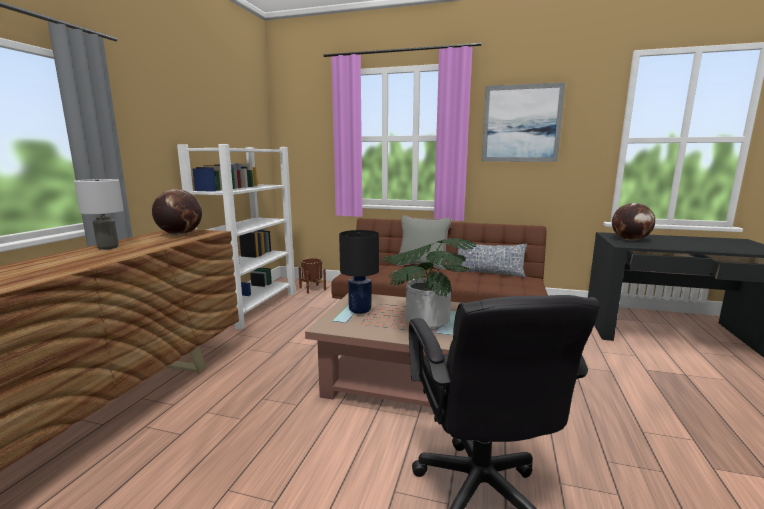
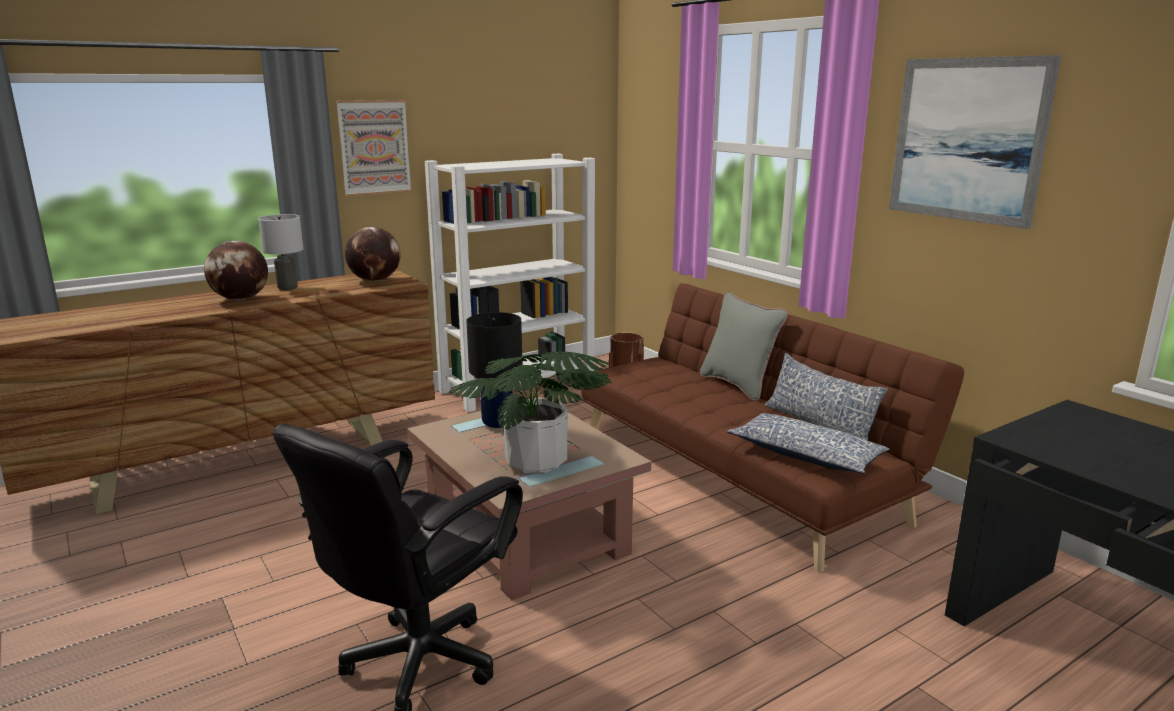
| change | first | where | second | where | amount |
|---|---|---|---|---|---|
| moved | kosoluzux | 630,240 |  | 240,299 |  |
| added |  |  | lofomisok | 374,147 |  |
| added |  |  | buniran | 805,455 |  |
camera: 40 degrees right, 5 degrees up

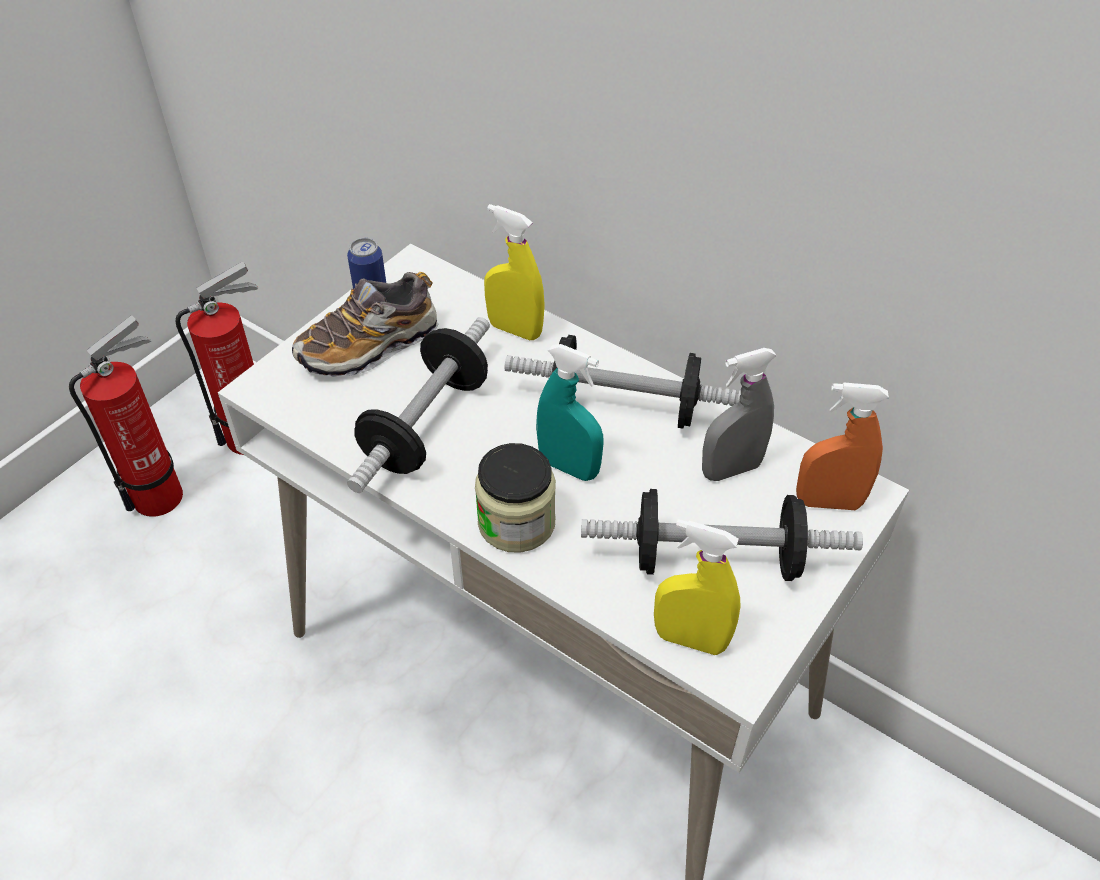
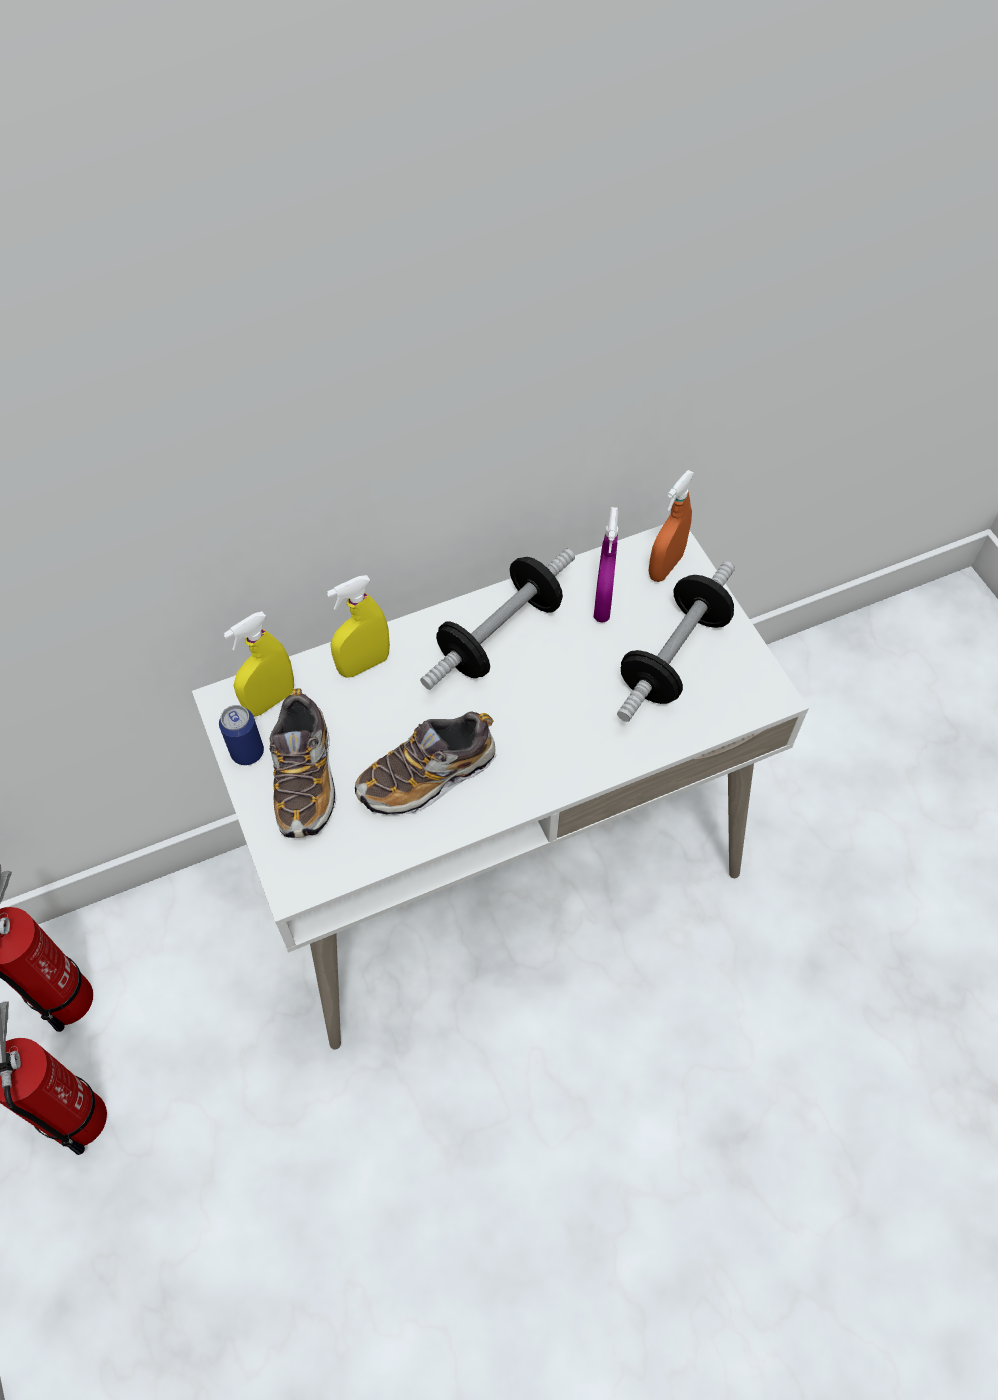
| change | first | where | second | where | amount |
|---|---|---|---|---|---|
| moved | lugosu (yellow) | 690,639 |  | 270,701 |  |
| replaced | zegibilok | 426,425 | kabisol | 428,776 |  |
| recoloured | lugosu (grey) | 731,469 | lugosu (purple) | 602,604 |  |
| removed | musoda | 516,522 |  |  |  |
| removed | lugosu (turquoise) | 569,467 |  |  |  |
camera: 60 degrees left, 10 degrees up

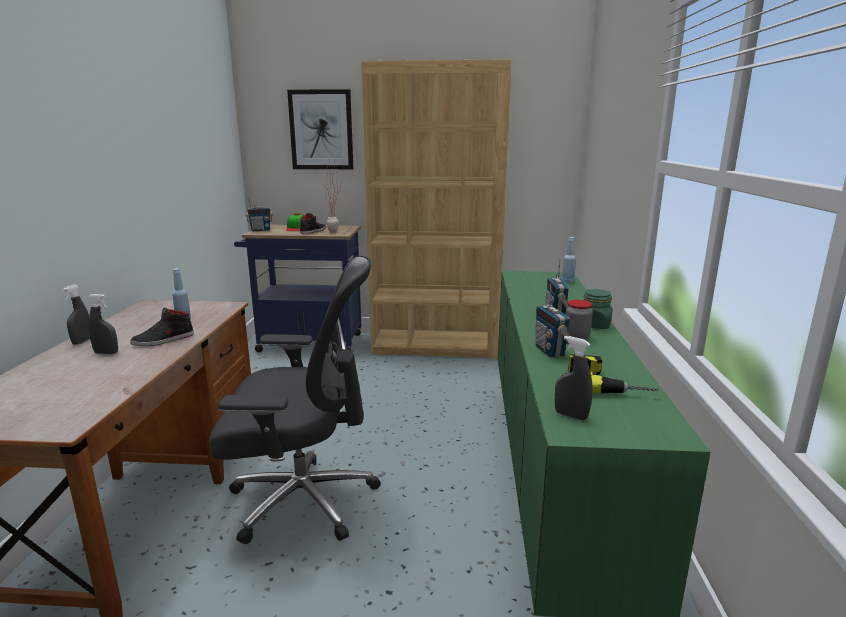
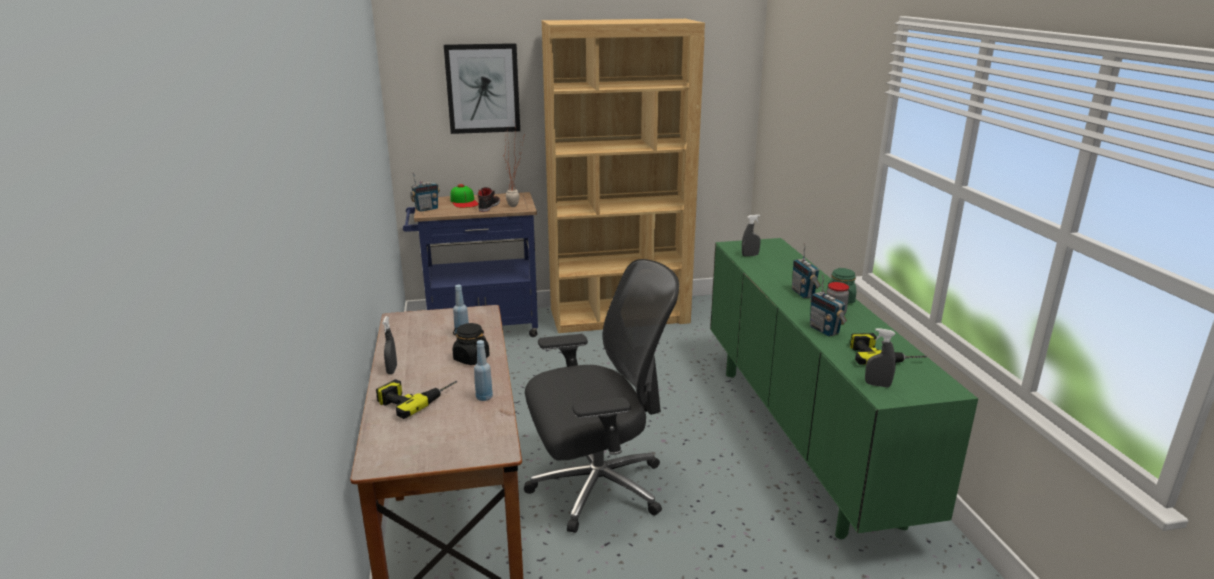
| change | first | where | second | where | amount |
|---|---|---|---|---|---|
| added |  |  | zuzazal | 416,397 |  |
| replaced | kabisol (black) | 163,340 | musoda (black) | 471,358 |  |
| moved | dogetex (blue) | 567,282 |  | 484,397 |  |
| moved | lugosu (grey) | 106,353 |  | 750,255 |  |
camera: 15 degrees left, 5 degrees up

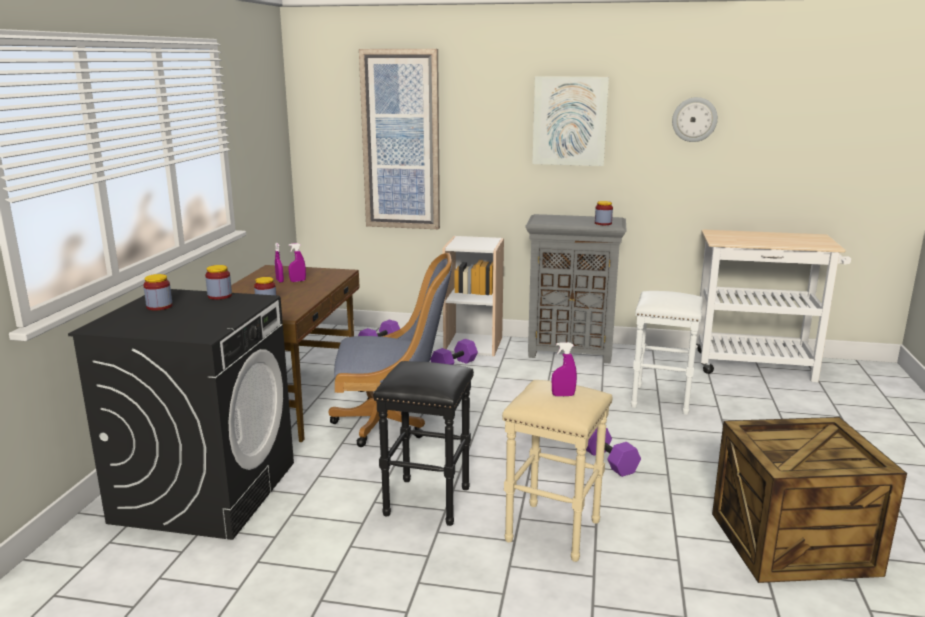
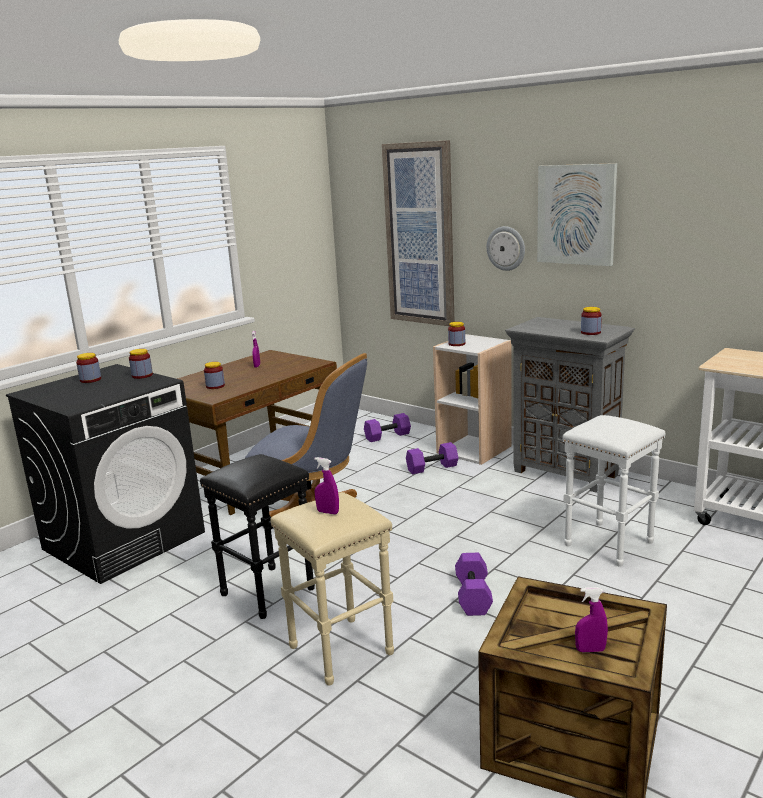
| change | first | where | second | where | amount |
|---|---|---|---|---|---|
| added |  |  | musoda | 456,344 |  |
| moved | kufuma | 694,119 |  | 506,248 |  |
| moved | lugosu (purple) | 298,281 |  | 590,650 |  |
camera: 30 degrees right, 0 degrees up

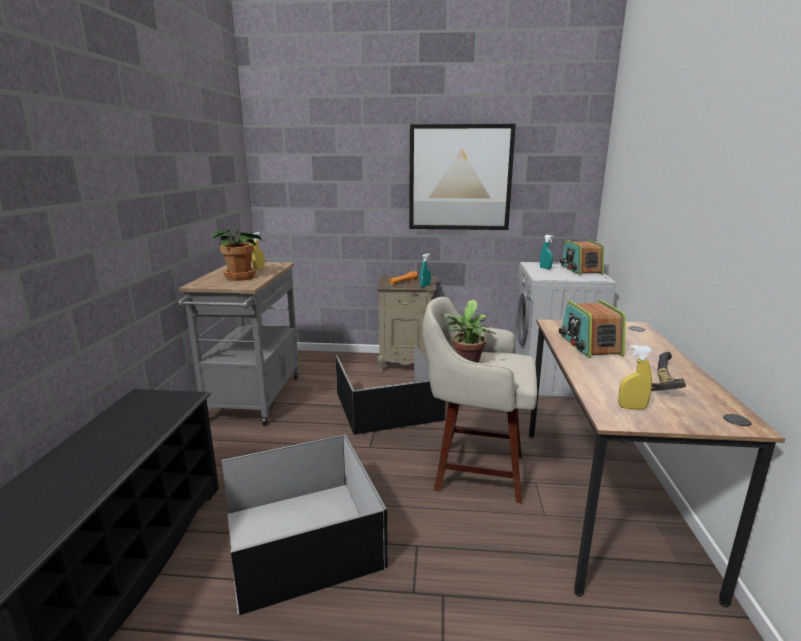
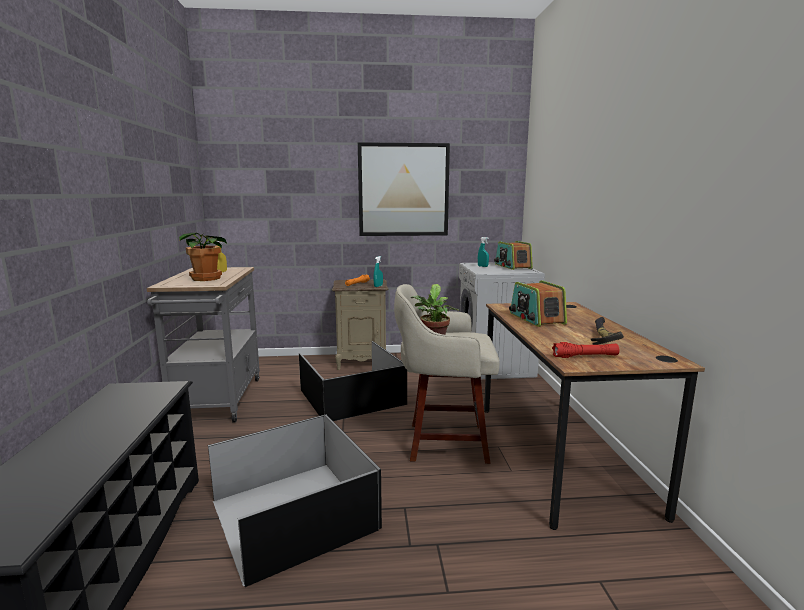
| change | first | where | second | where | amount |
|---|---|---|---|---|---|
| replaced | lugosu (yellow) | 632,408 | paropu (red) | 585,356 |  |
camera: 10 degrees left, 5 degrees down

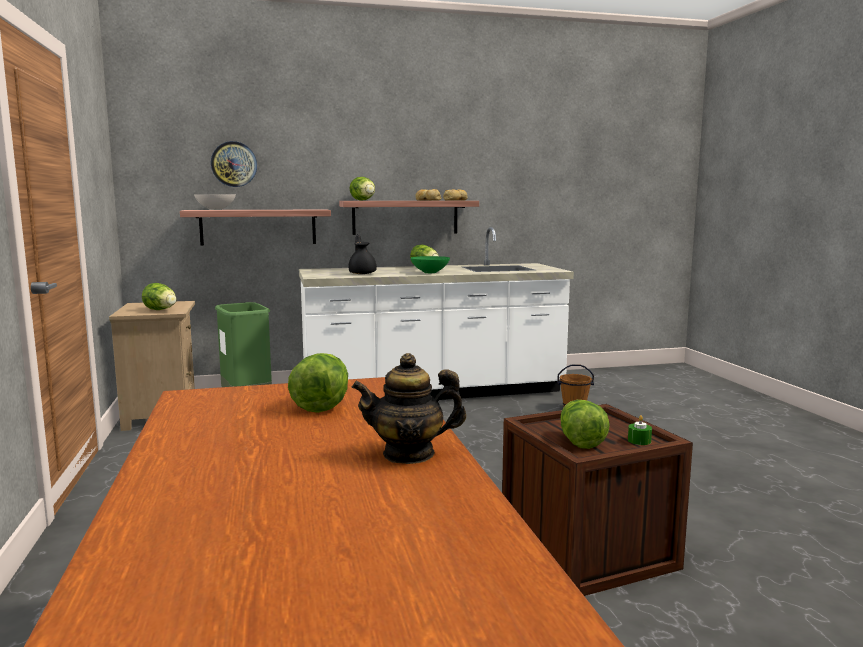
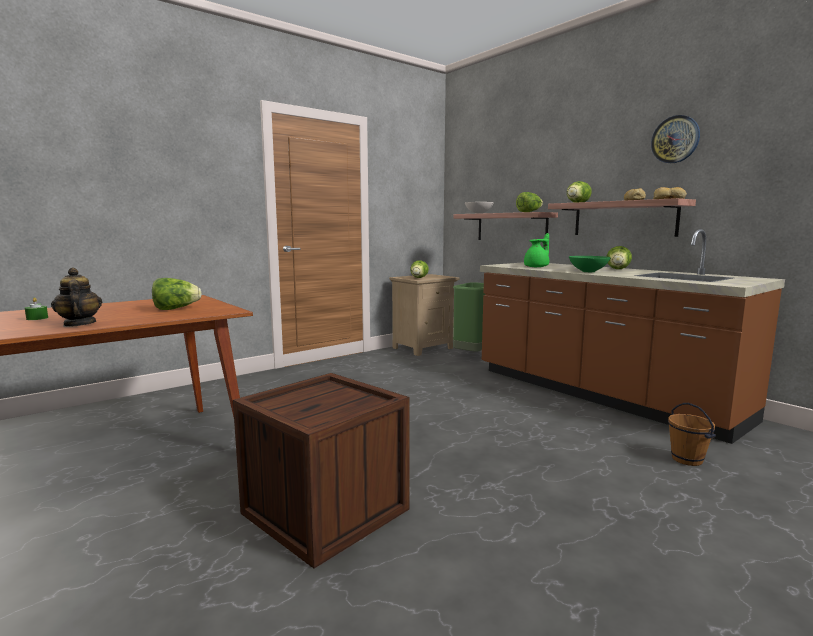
| change | first | where | second | where | amount |
|---|---|---|---|---|---|
| moved | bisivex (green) | 639,441 |  | 37,318 |  |
| recoloured | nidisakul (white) | 433,392 | nidisakul (brown) | 600,394 |  |
| moved | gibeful | 580,441 |  | 529,212 |  |
| recoloured | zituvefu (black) | 362,273 | zituvefu (green) | 537,267 |  |
| moved | kufuma | 234,164 |  | 675,139 |  |
camera: 65 degrees right, 0 degrees up

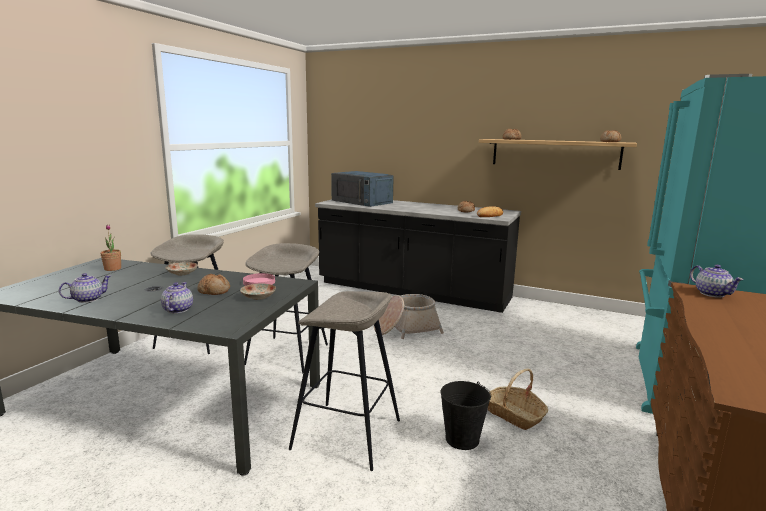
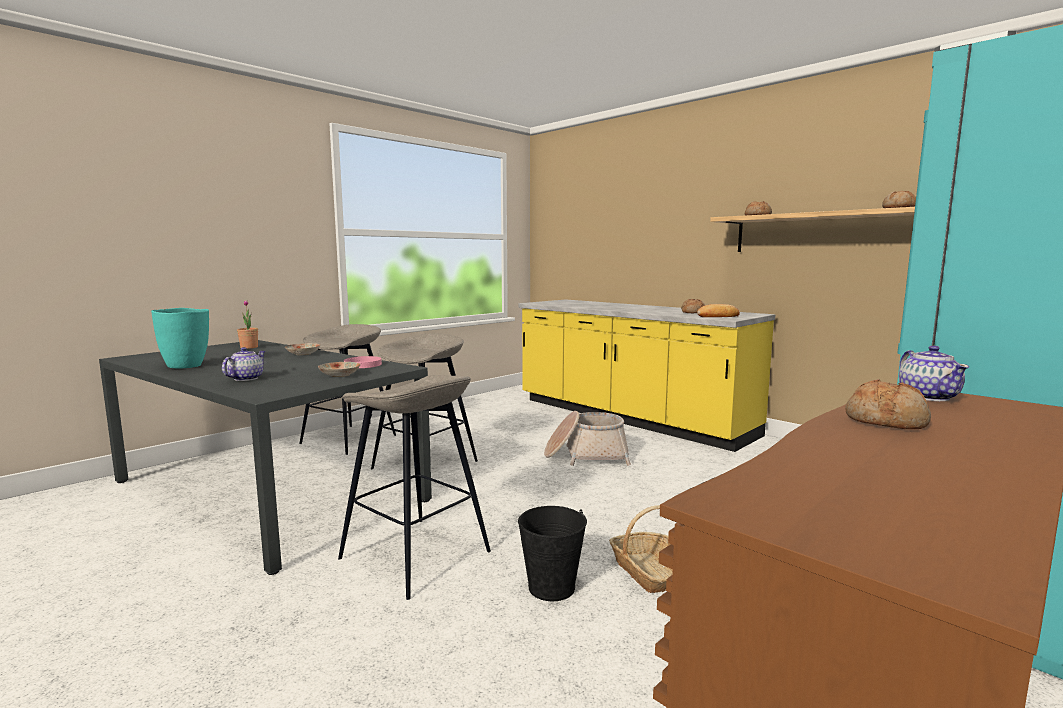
| change | first | where | second | where | amount |
|---|---|---|---|---|---|
| replaced | zituvefu | 87,299 | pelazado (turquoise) | 186,366 |  |
| recoloured | nidisakul (black) | 412,291 | nidisakul (yellow) | 629,417 |  |
| moved | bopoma | 214,291 |  | 887,421 |  |
| removed | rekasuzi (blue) | 362,201 |  |  |  |
camera: 20 degrees right, 5 degrees down

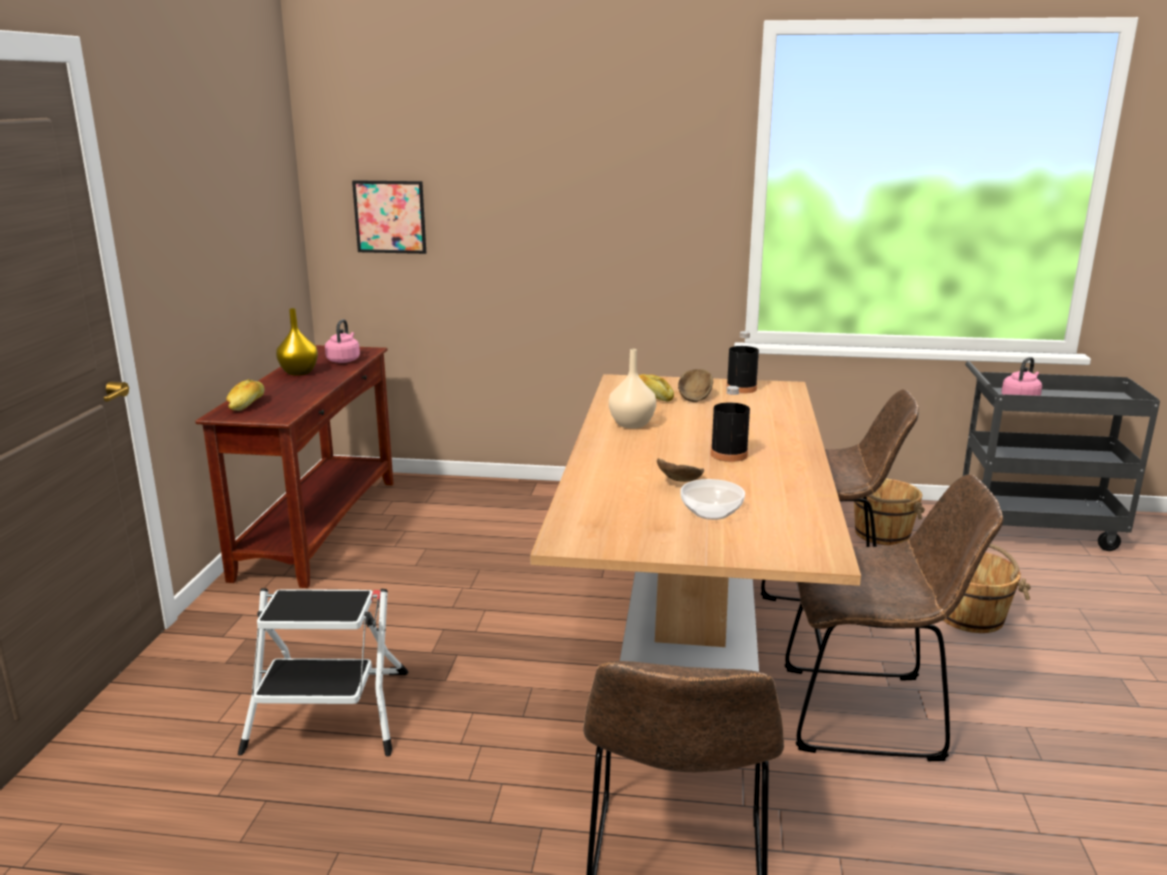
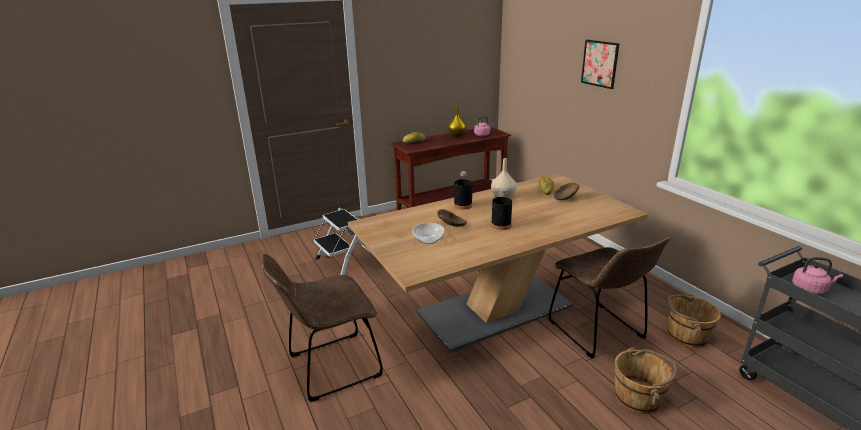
| change | first | where | second | where | amount |
|---|---|---|---|---|---|
| moved | dogetex (black) | 741,388 |  | 463,205 |  |
| moved | lofomisok | 390,217 |  | 599,63 |  |
| removed | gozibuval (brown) | 871,714 |  |  |  |
camera: 55 degrees right, 5 degrees up

